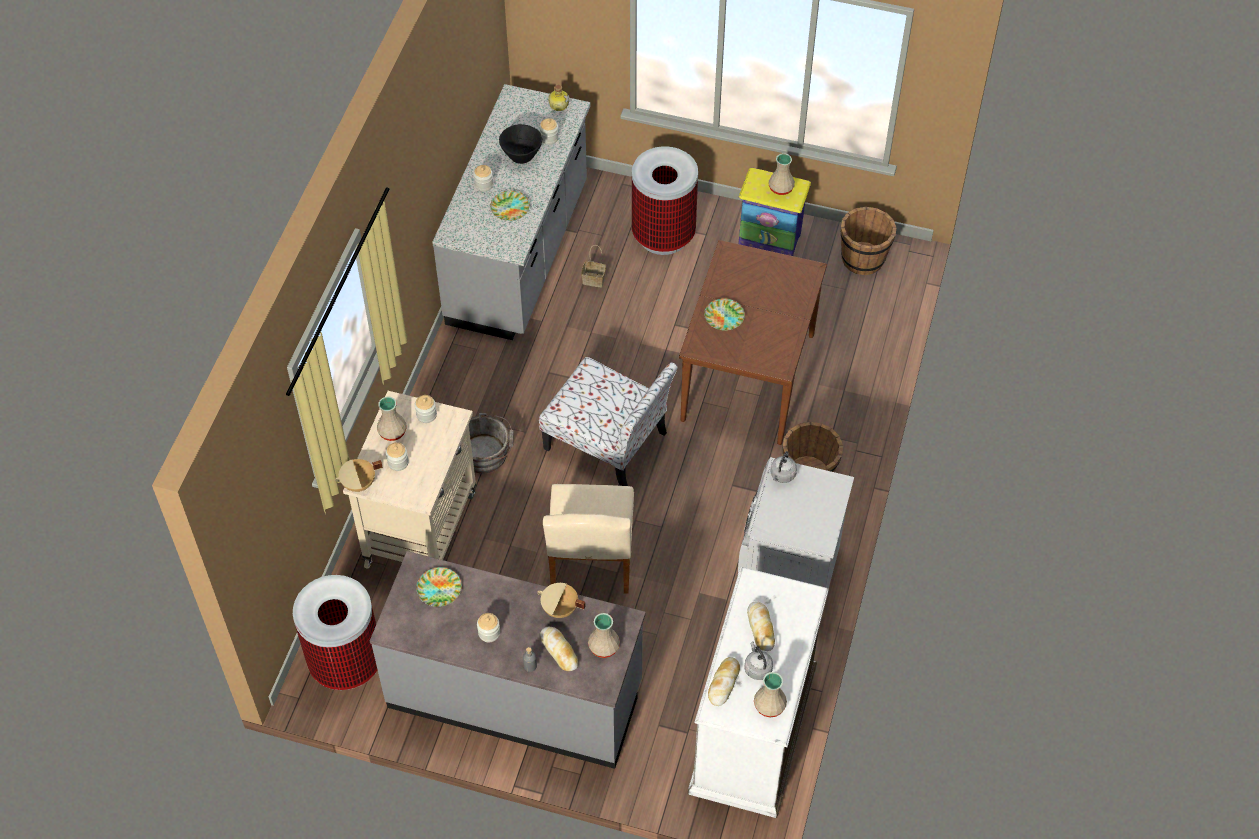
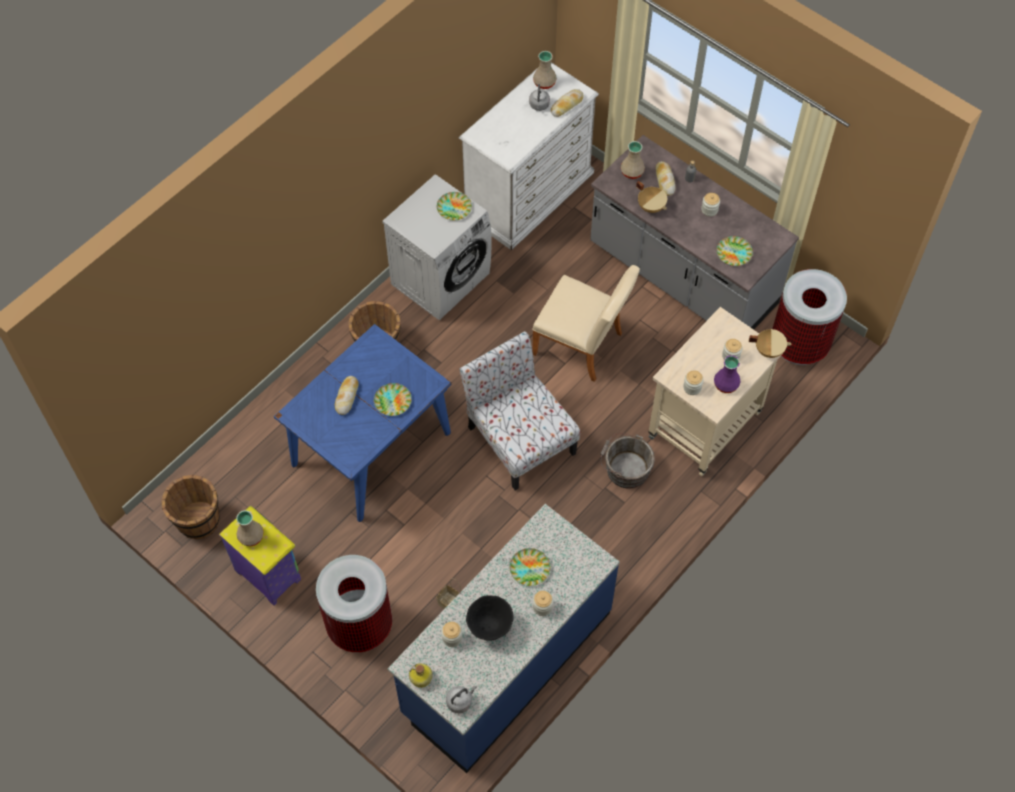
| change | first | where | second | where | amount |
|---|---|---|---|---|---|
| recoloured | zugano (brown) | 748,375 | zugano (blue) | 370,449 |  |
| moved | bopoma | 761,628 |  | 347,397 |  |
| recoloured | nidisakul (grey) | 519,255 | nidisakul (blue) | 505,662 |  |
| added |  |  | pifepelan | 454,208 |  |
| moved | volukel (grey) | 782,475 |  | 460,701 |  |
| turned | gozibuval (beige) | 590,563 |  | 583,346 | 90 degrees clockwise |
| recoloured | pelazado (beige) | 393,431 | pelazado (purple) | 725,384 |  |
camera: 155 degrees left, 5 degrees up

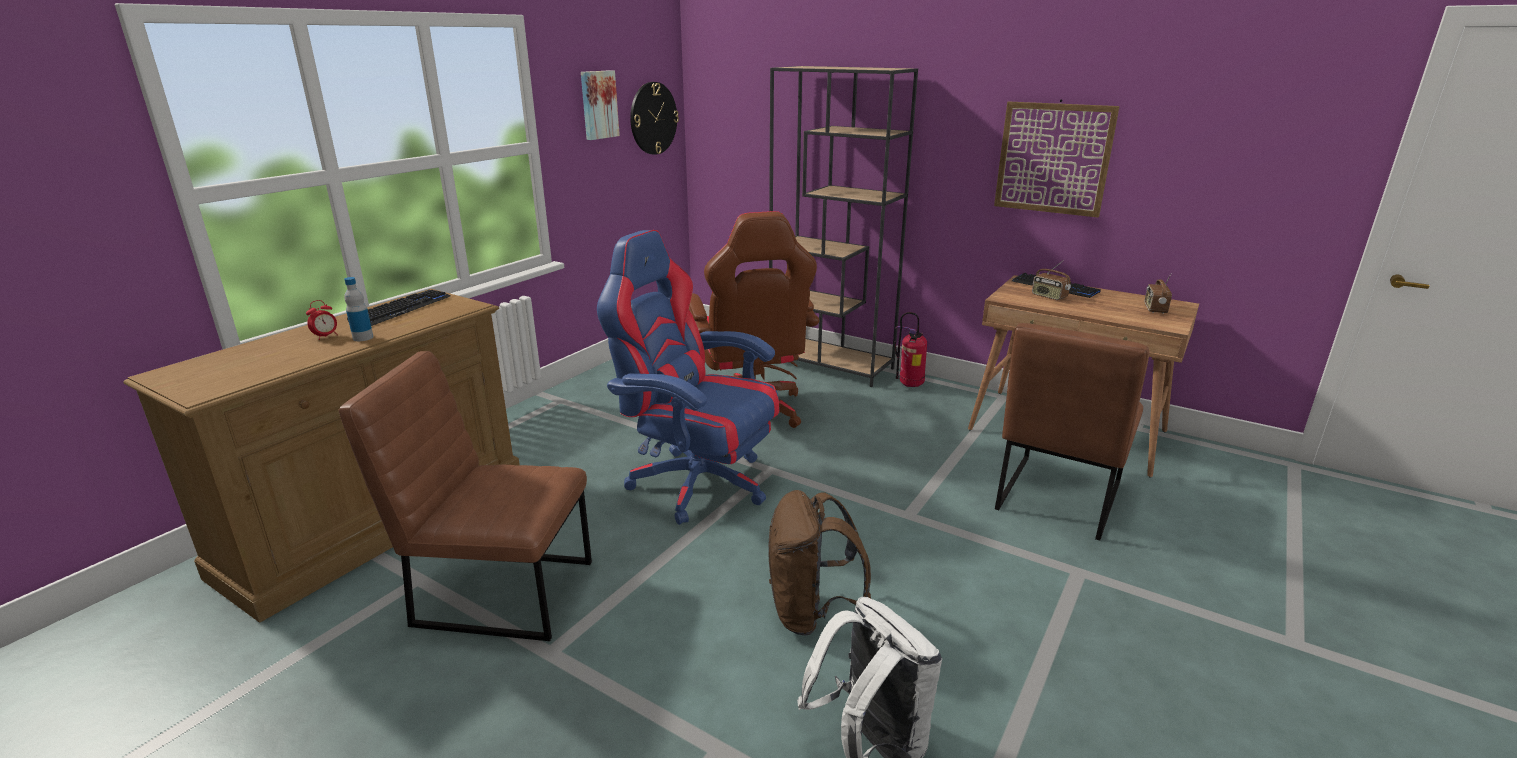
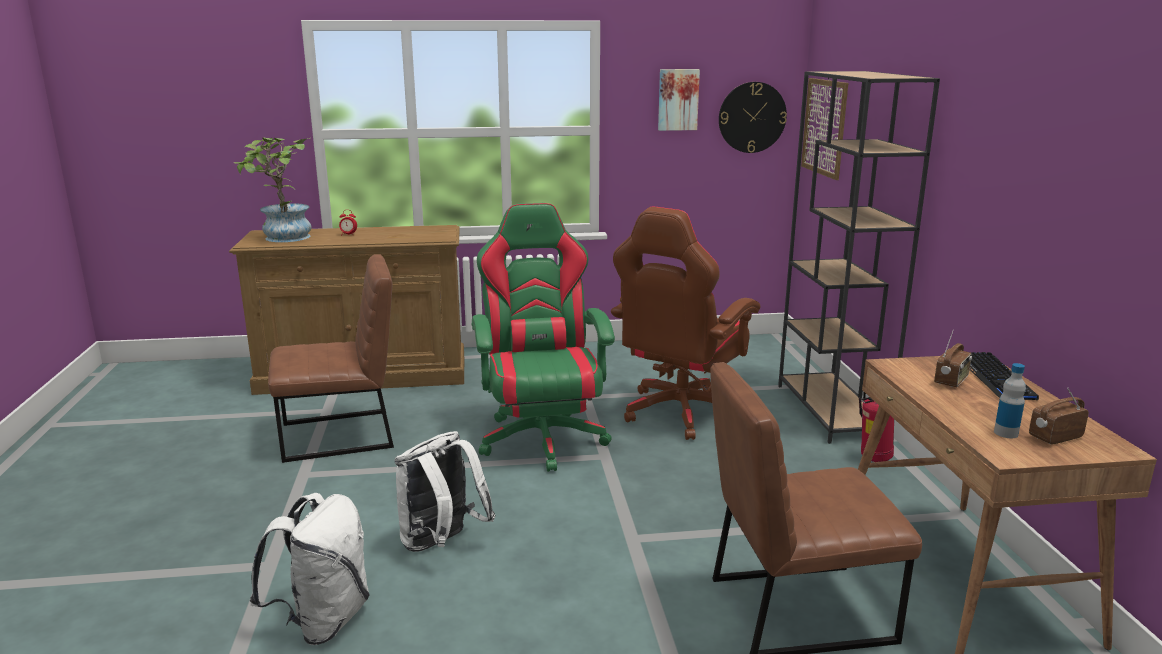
| change | first | where | second | where | amount |
|---|---|---|---|---|---|
| added |  |  | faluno | 283,238 |  |
| turned | gozibuval (brown) | 500,591 |  | 341,435 | 105 degrees clockwise |
| recoloured | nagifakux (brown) | 811,612 | nagifakux (white) | 441,544 |  |
| recoloured | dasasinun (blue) | 699,483 | dasasinun (green) | 542,440 |  |
| moved | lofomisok | 1053,156 |  | 825,125 |  |
| turned | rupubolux | 1049,296 |  | 951,381 | 150 degrees counterclockwise |
| moved | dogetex | 363,338 |  | 1006,433 |  |
| removed | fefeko | 401,309 |  |  |  |
camera: 50 degrees right, 5 degrees down

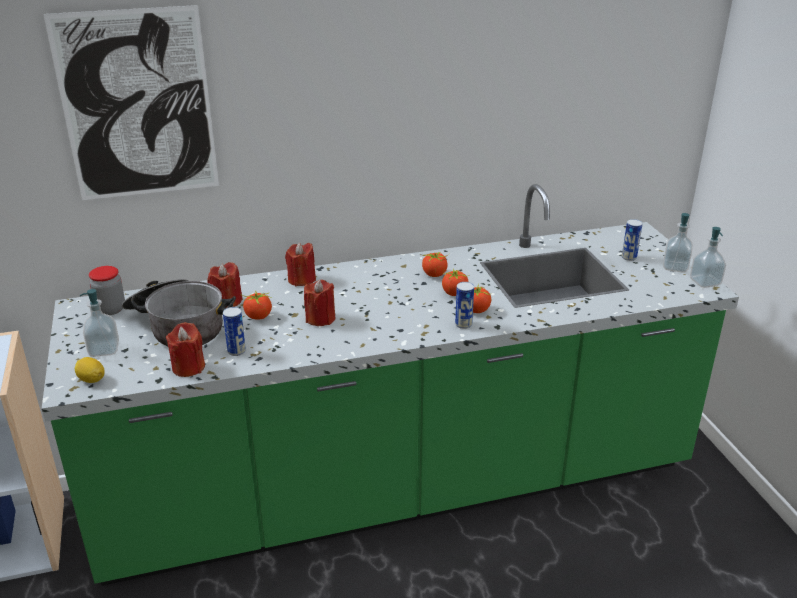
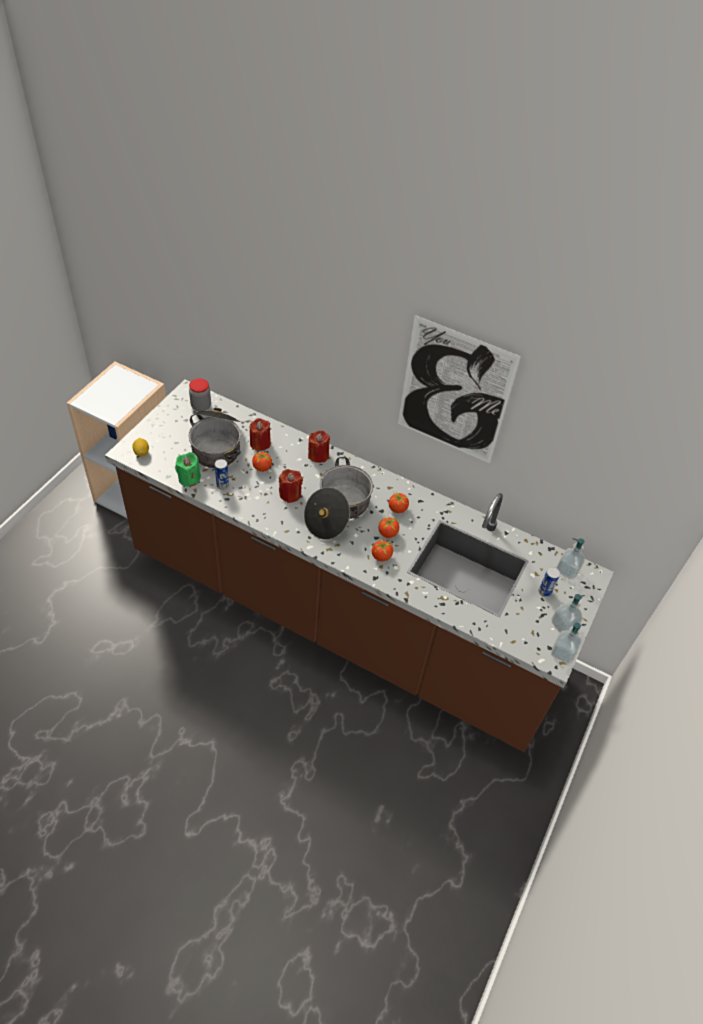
| change | first | where | second | where | amount |
|---|---|---|---|---|---|
| recoloured | nidisakul (green) | 398,488 | nidisakul (brown) | 340,615 |  |
| recoloured | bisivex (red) | 188,367 | bisivex (green) | 189,478 |  |
| added |  |  | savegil | 337,510 |  |
| moved | lofomisok | 137,106 |  | 454,392 |  |
| moved | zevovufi | 104,350 |  | 567,570 |  |
| removed | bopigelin | 463,324 |  |  |  |
camera: 40 degrees right, 20 degrees up

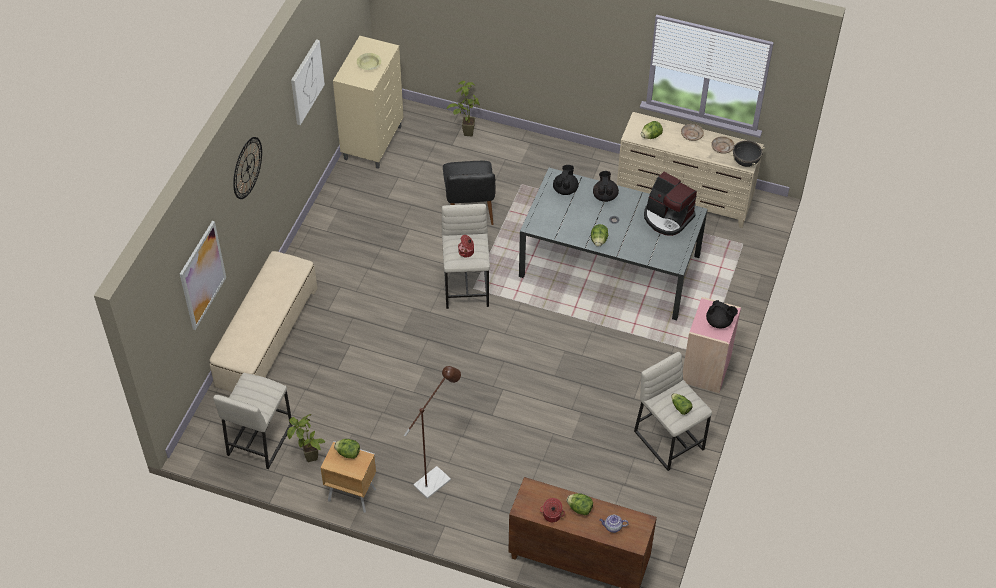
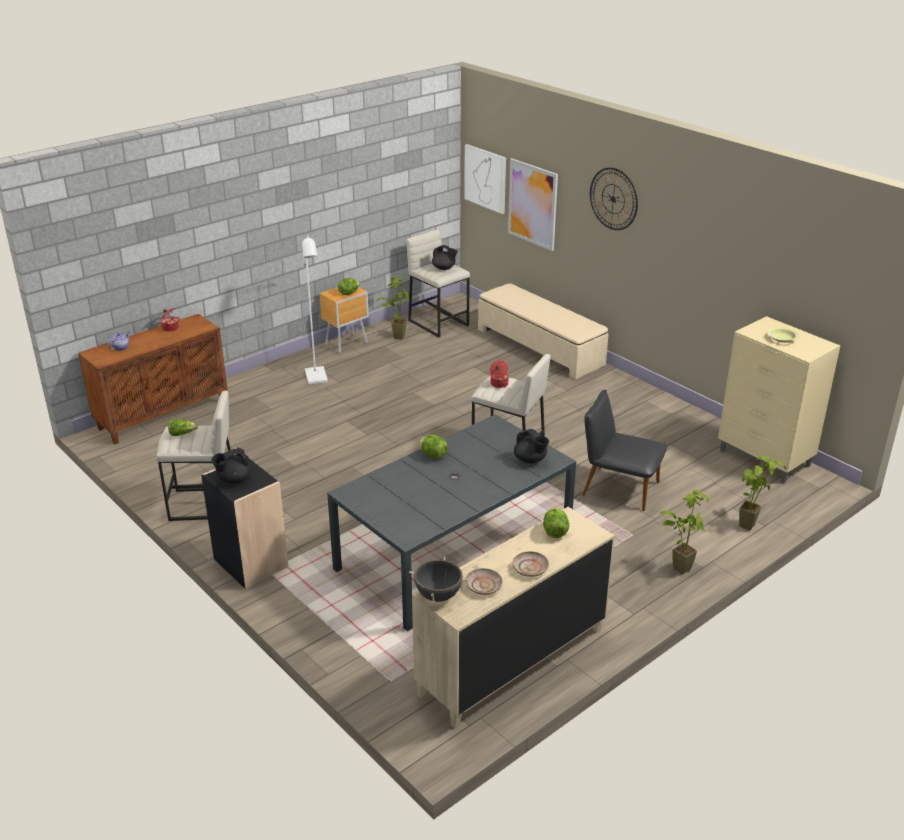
| change | first | where | second | where | amount |
|---|---|---|---|---|---|
| recoloured | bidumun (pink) | 706,370 | bidumun (black) | 249,563 |  |
| recoloured | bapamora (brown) | 437,478 | bapamora (white) | 317,379 |  |
| moved | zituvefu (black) | 605,196 |  | 444,268 |  |
| moved | lofomisok | 306,82 |  | 485,178 |  |
| added |  |  | faluno | 678,565 |  |
| removed | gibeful | 580,508 |  |  |  |
| removed | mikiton | 667,217 |  |  |  |
camera: 120 degrees right, 20 degrees down

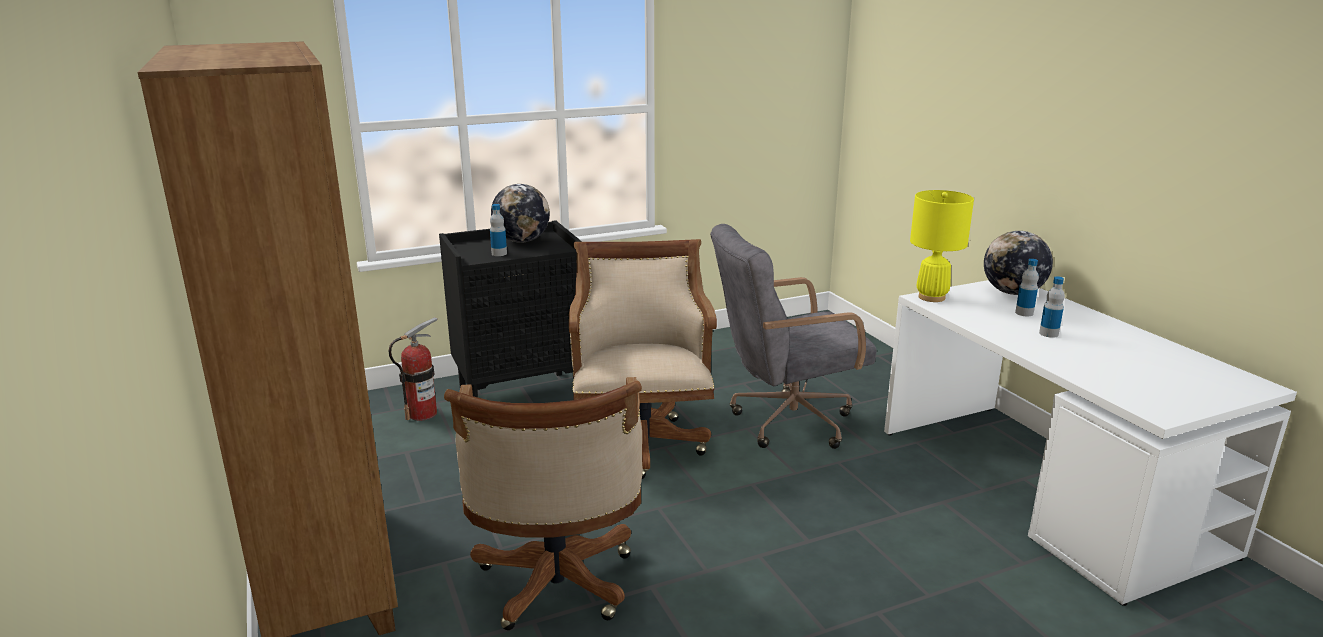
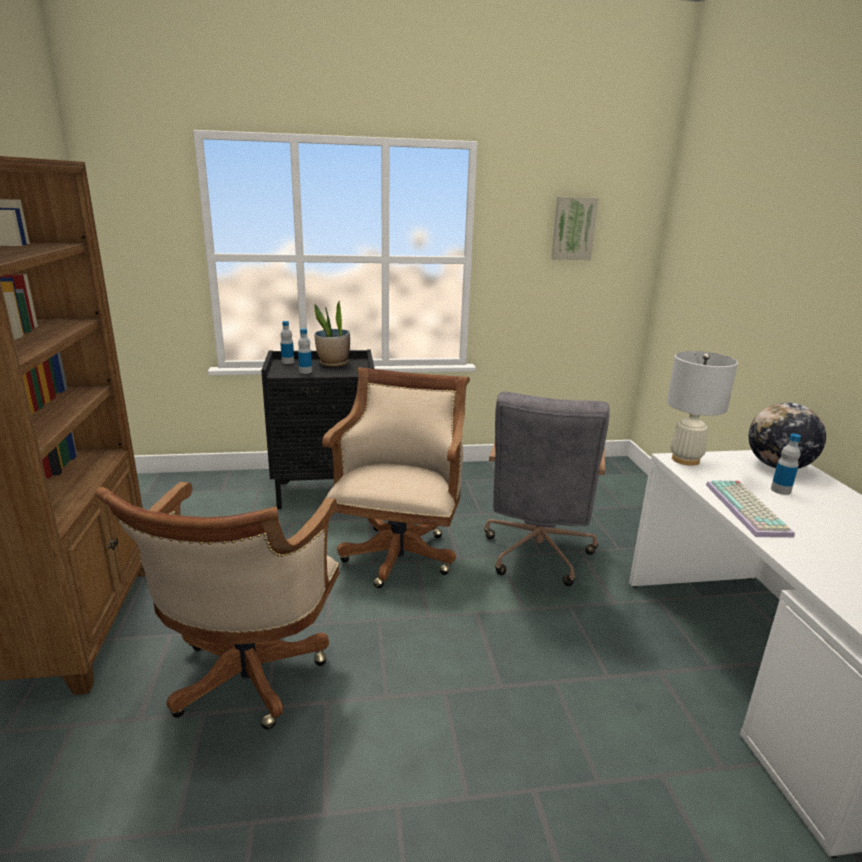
| change | first | where | second | where | amount |
|---|---|---|---|---|---|
| moved | dogetex | 1048,334 |  | 288,362 |  |
| replaced | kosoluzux | 522,241 | faluno | 333,363 |  |
| turned | dasasinun (grey) | 785,424 |  | 536,558 | 75 degrees counterclockwise |
| added |  |  | lofomisok | 573,228 |  |
| recoloured | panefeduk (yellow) | 931,297 | panefeduk (white) | 685,459 |  |
| added |  |  | fefeko | 749,509 |  |
| removed | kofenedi | 422,413 |  |  |  |
camera: 15 degrees right, 0 degrees up

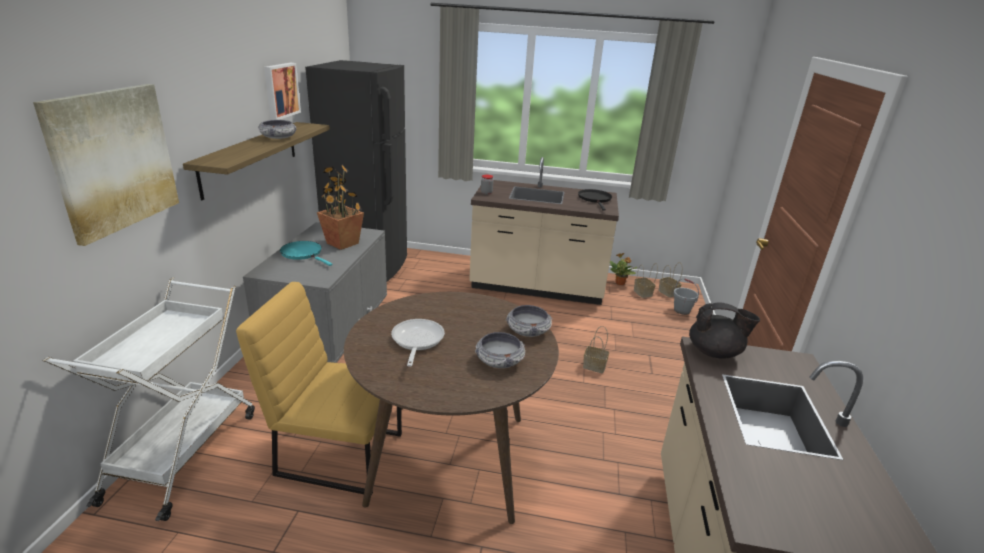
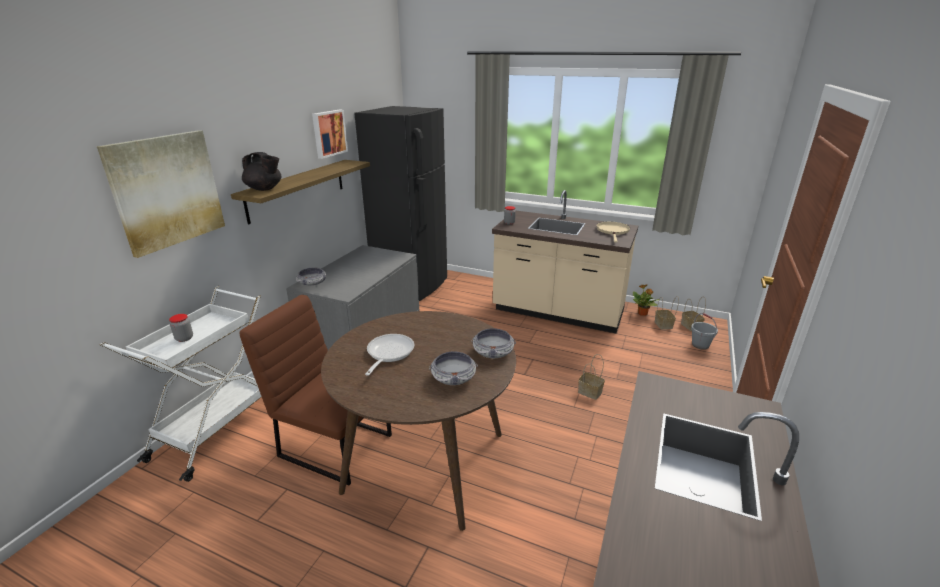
| change | first | where | second | where | amount |
|---|---|---|---|---|---|
| added |  |  | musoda | 184,338 |  |
| recoloured | gozibuval (yellow) | 337,452 | gozibuval (brown) | 333,444 |  |
| moved | zituvefu (black) | 714,352 |  | 264,189 |  |
| moved | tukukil | 278,137 |  | 312,283 |  |
| recoloured | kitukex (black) | 595,199 | kitukex (beige) | 613,231 |  |
| removed | kitukex (turquoise) | 303,254 |  |  |  |
| removed | faluno | 342,243 |  |  |  |
camera: 15 degrees right, 0 degrees up

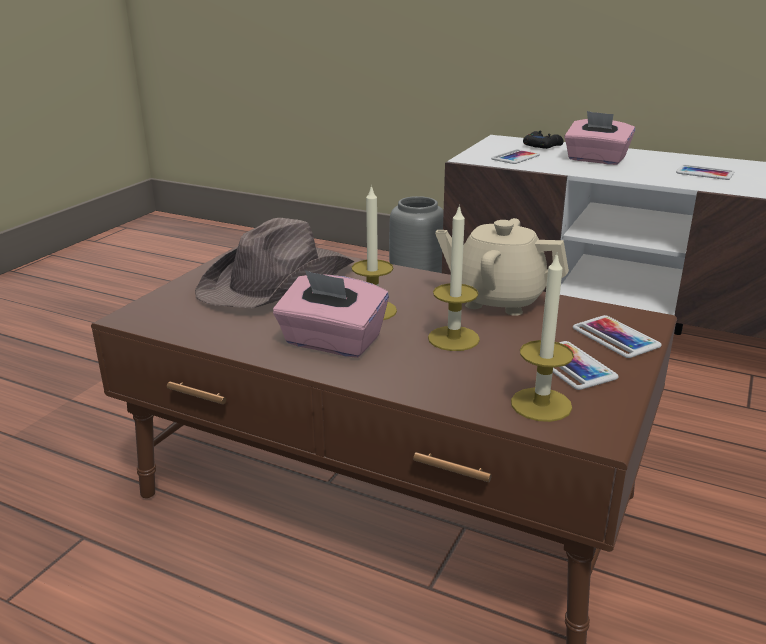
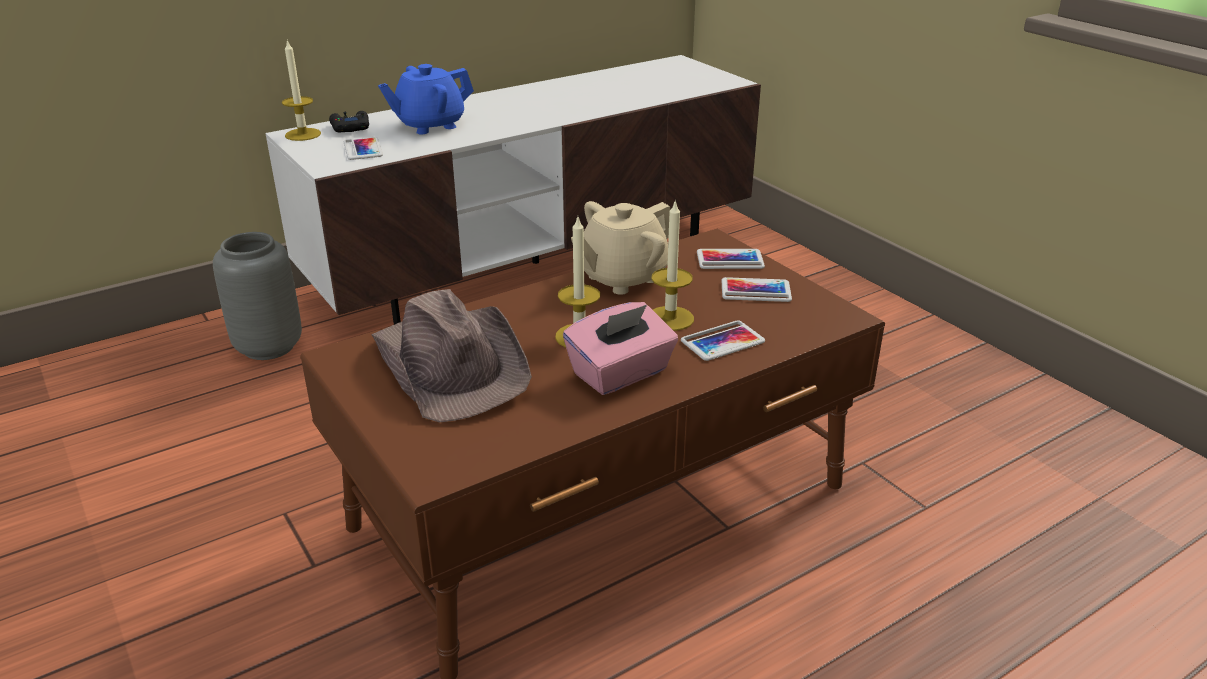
| change | first | where | second | where | amount |
|---|---|---|---|---|---|
| moved | bisivex | 541,404 |  | 303,134 |  |
| replaced | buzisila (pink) | 596,159 | zituvefu (blue) | 429,125 |  |
| moved | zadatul | 704,173 |  | 722,341 |  |
camera: 60 degrees left, 5 degrees up

